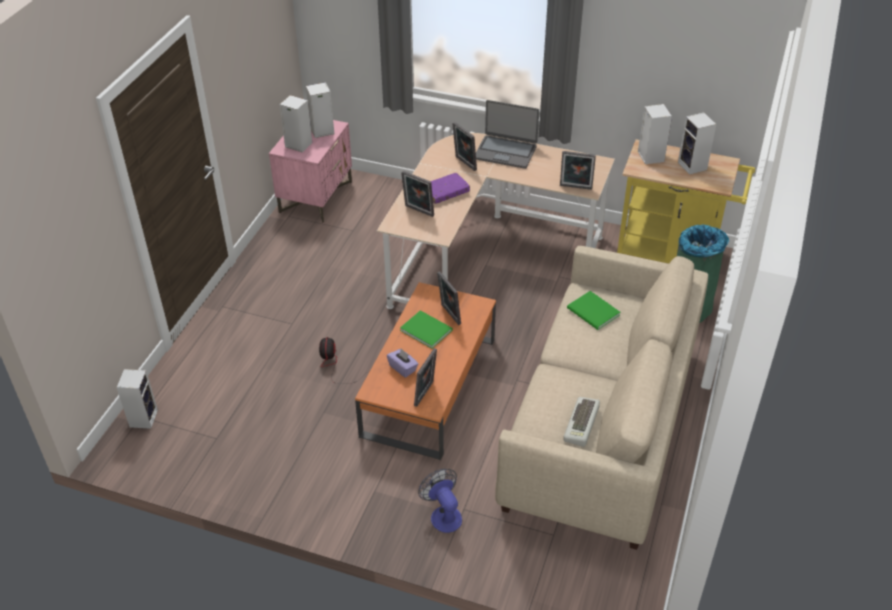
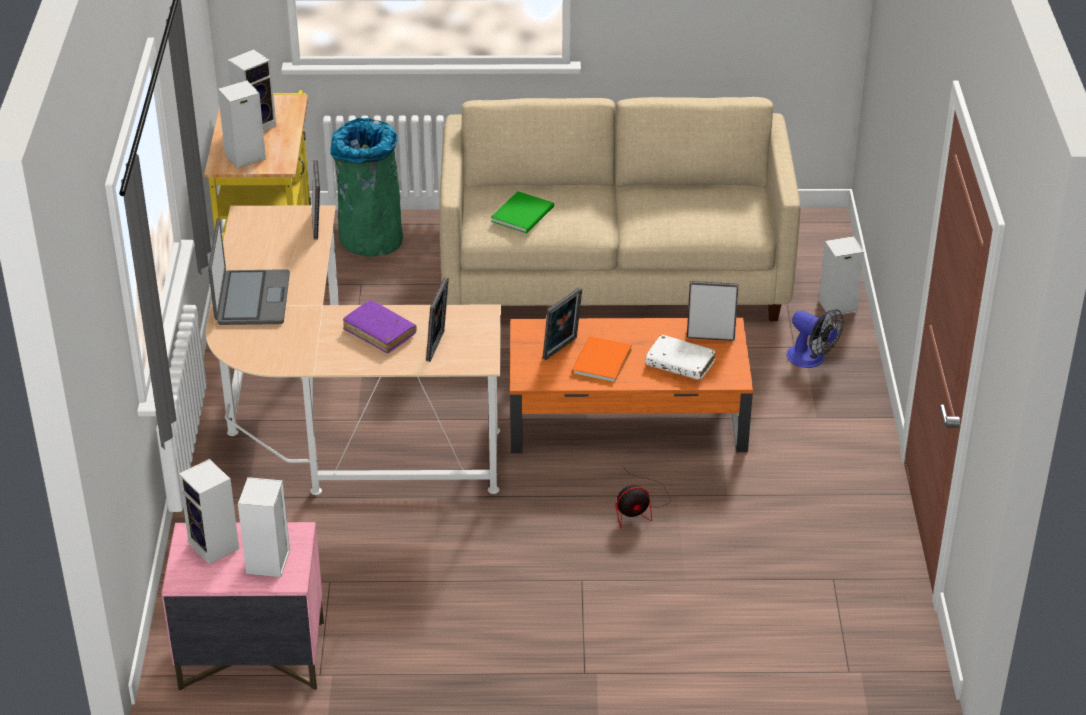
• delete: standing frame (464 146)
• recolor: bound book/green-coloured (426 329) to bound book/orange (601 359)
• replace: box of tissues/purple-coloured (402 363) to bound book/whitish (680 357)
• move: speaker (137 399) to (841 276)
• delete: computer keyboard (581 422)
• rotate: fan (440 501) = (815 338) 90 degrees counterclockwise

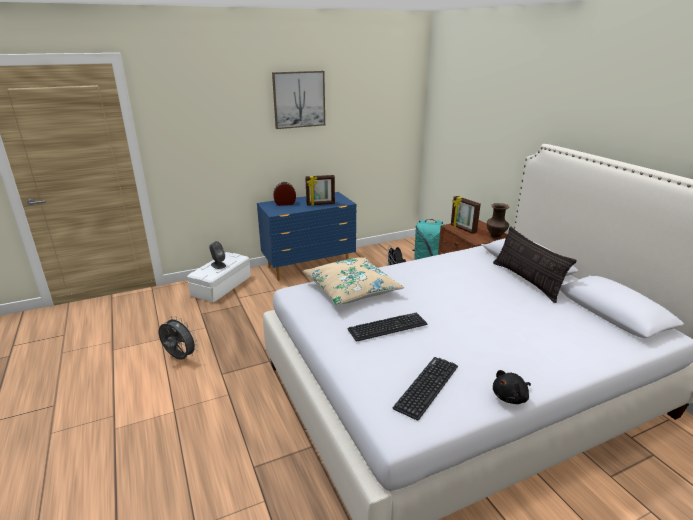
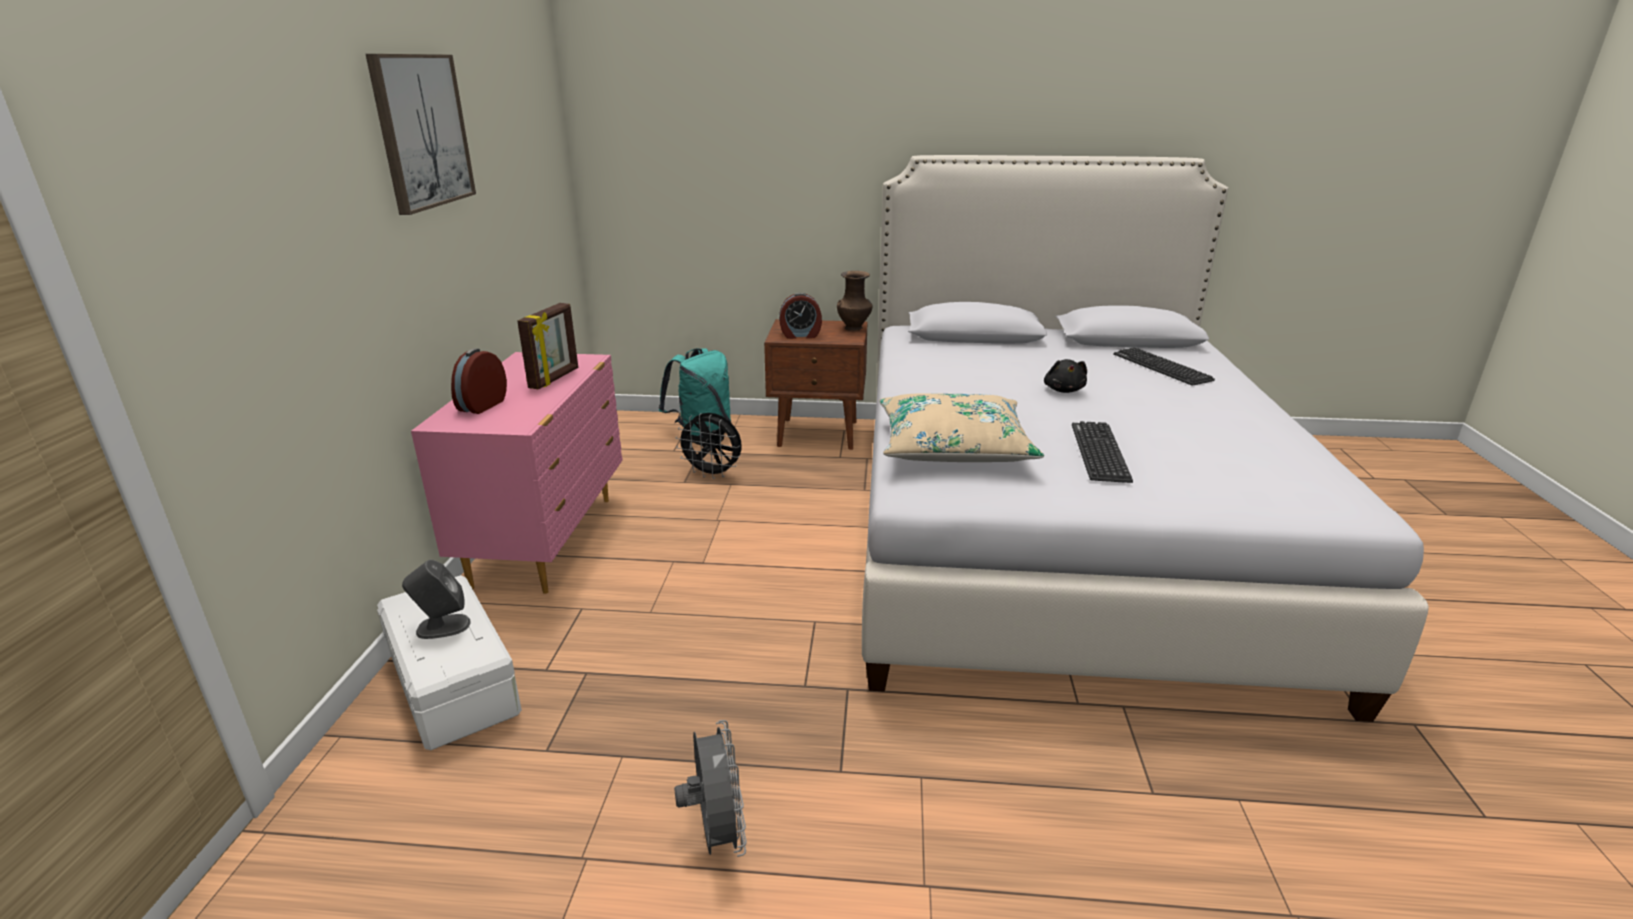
• recolor: drawer chest/blue-coloured (306 236) to drawer chest/pink-coloured (517 473)
• replace: standing frame (466 215) to table clock (800 316)
• delete: throw pillow (535 264)
• rotate: fan/grey (178 338) = (710 788) 105 degrees clockwise
• move: computer keyboard (425 389) to (1164 366)
• move: soft toy/blackish (512 387) to (1065 376)

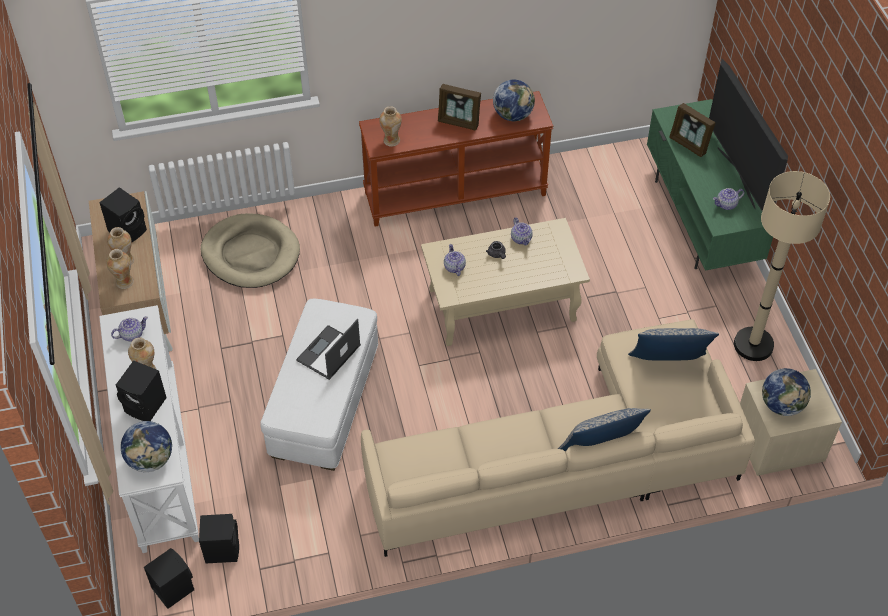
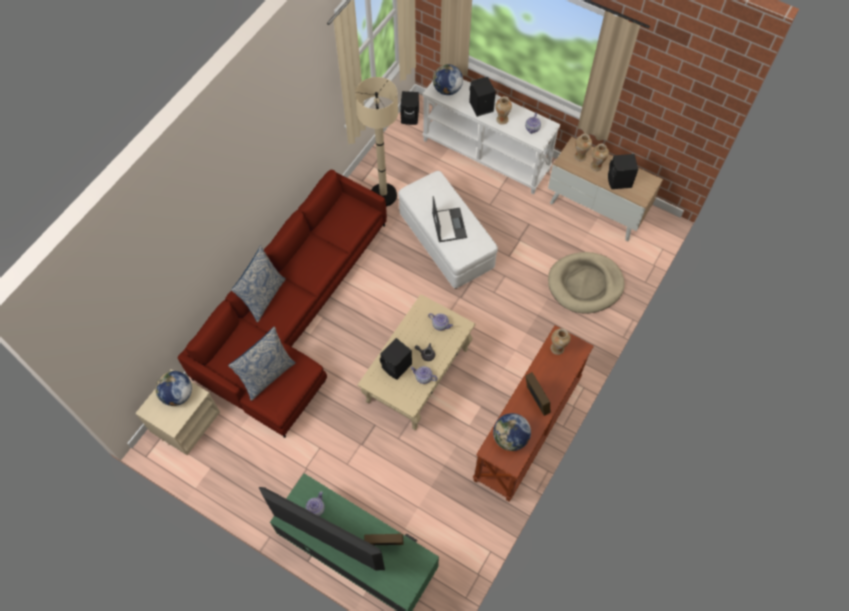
• rotate: standing frame (459 107) = (538 394) 90 degrees clockwise
• move: standard lamp/beige-coloured (782 266) to (376 141)
• recolor: couch/beige-coloured (558 438) to couch/red-coloured (282 303)
• move: speaker/blackish (219 538) to (396 359)

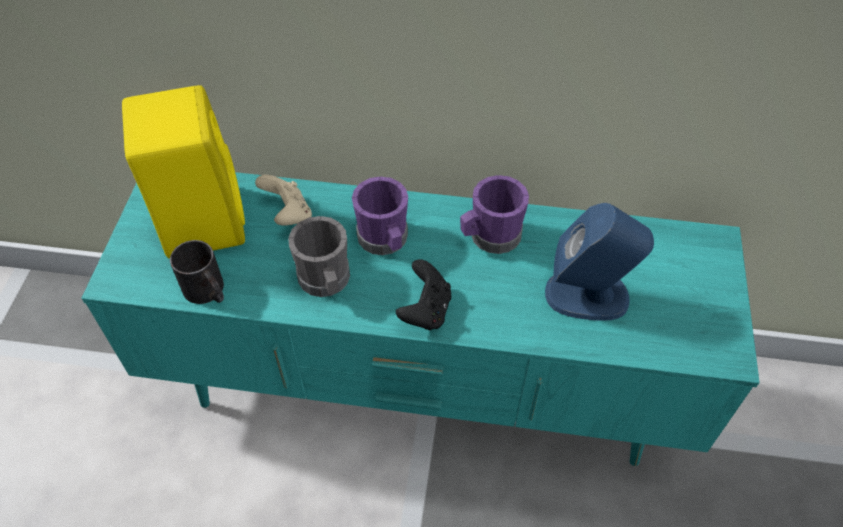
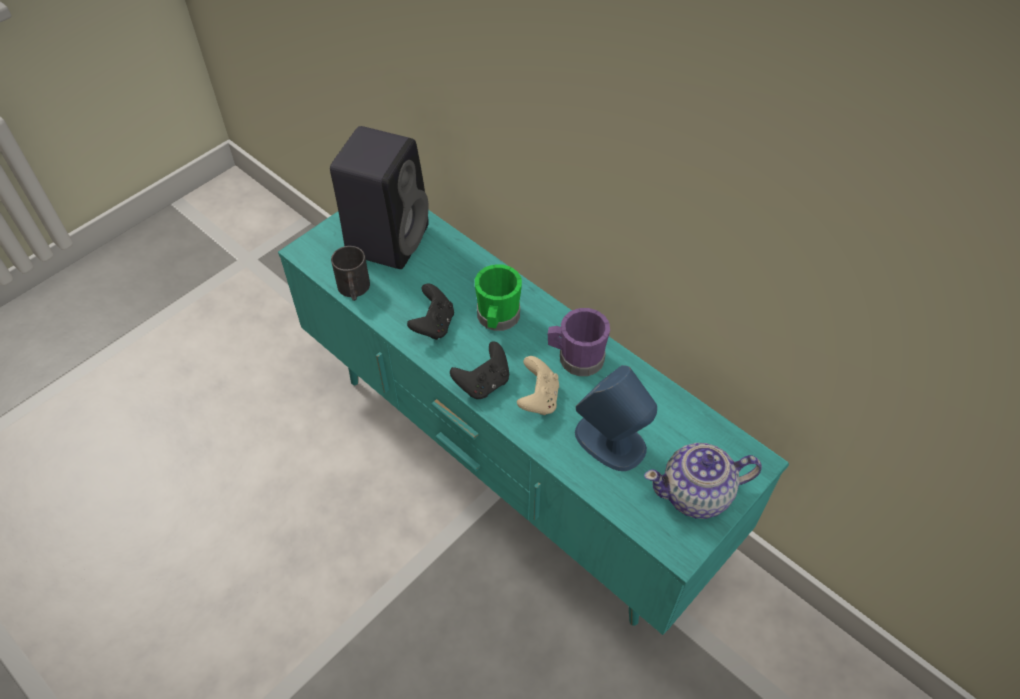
• recolor: speaker/yellow (183 172) to speaker/blackish (379 197)
• move: gamepad/beige-coloured (283 200) to (538 385)
• recolor: tea mug/purple-coloured (380 216) to tea mug/green-coloured (498 297)
• replace: tea mug/grey (319 256) to gamepad/blackish (430 312)
• insert: teapot (703 481)

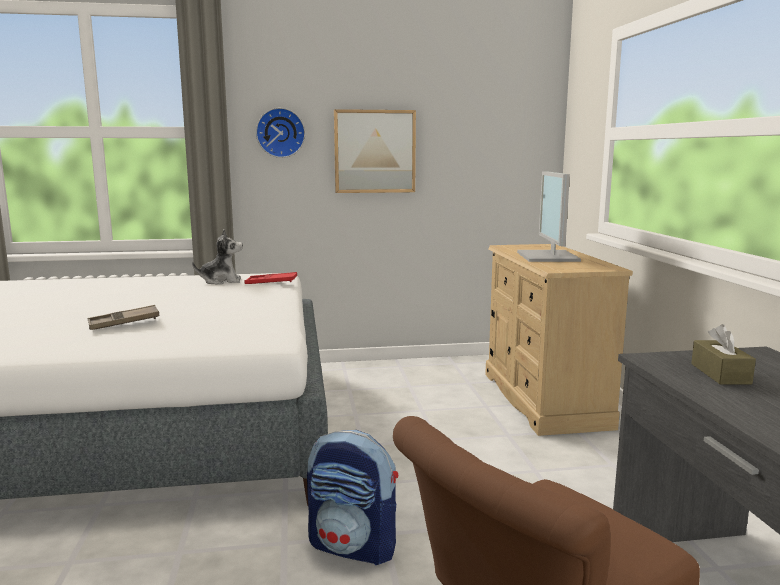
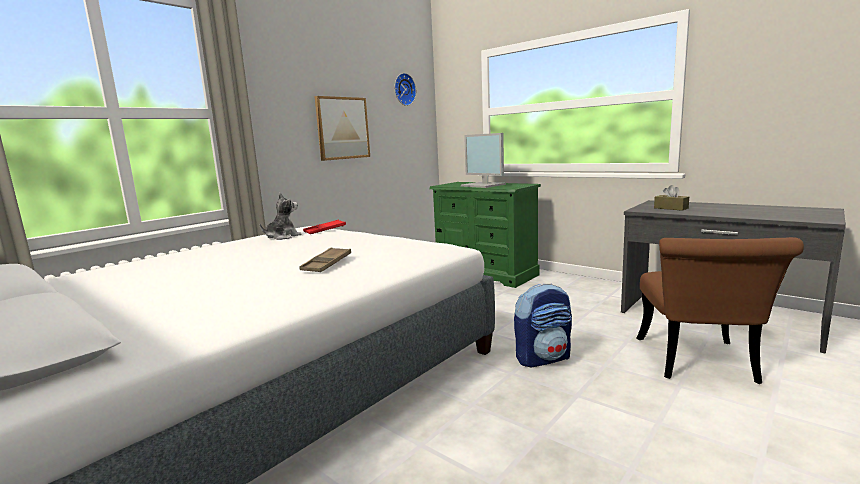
• move: clock on the wall (280 133) to (405 89)
• recolor: drawer chest/beige-coloured (559 340) to drawer chest/green-coloured (485 235)

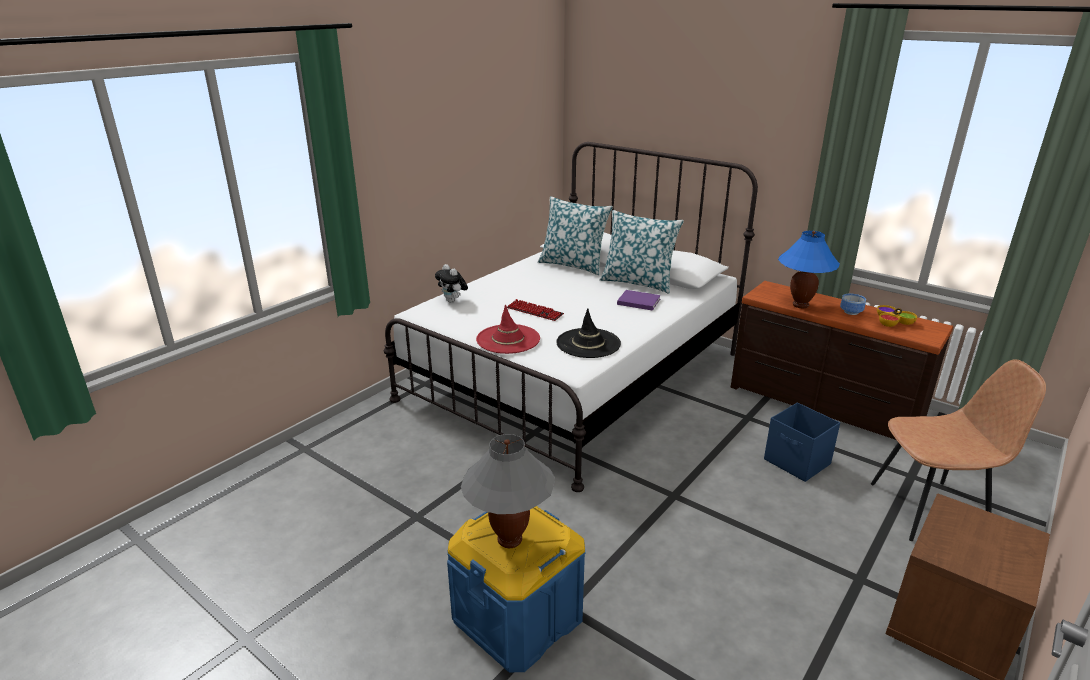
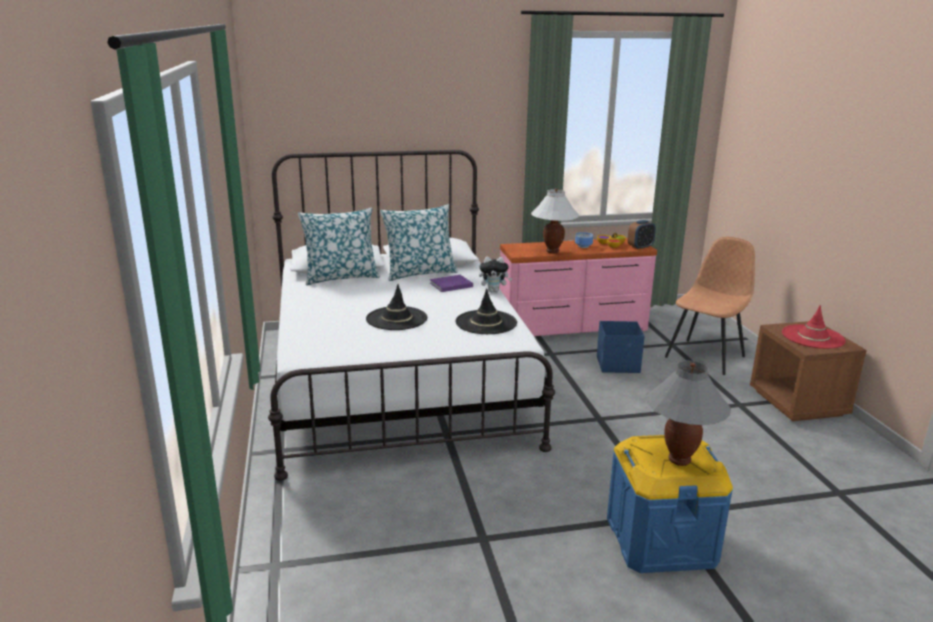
• recolor: lamp for a table/blue-coloured (809 269) to lamp for a table/whitish (555 221)
• move: soft toy (451 283) to (495 274)
• recolor: drawer chest/brown (842 360) to drawer chest/pink-coloured (578 287)
• replace: computer keyboard (535 310) to hat/blackish (396 307)
• move: hat/red-coloured (508 329) to (814 327)
• insert: table clock (642 235)

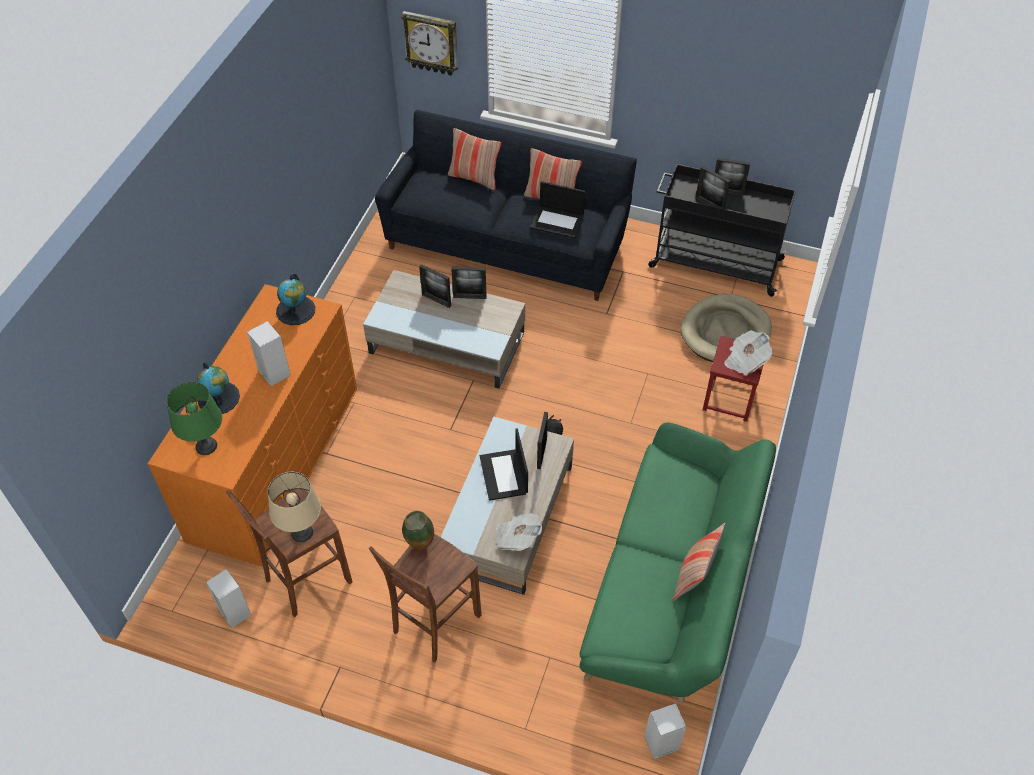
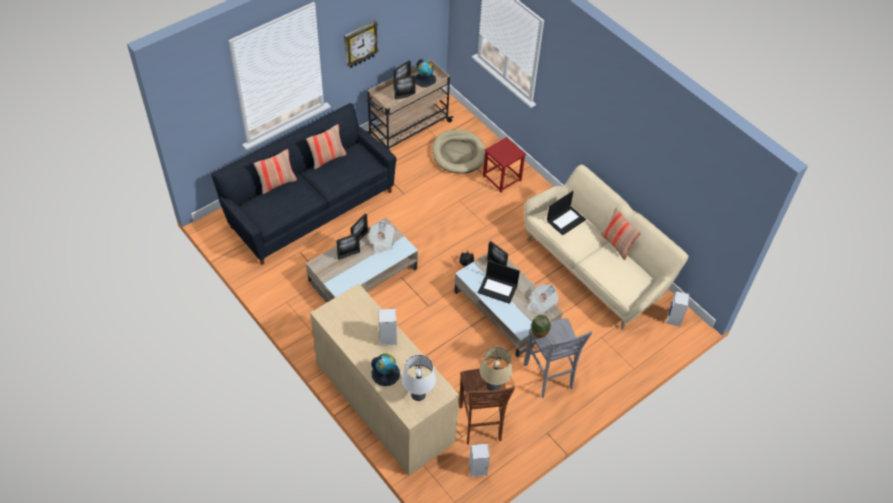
• move: clock on the wall (429 43) to (361 44)
• recolor: trolley/blackish (722 230) to trolley/beige-coloured (409 104)
• move: notebook computer (557 209) to (566 213)
• move: globe (295 299) to (426 73)
• recolor: drawer chest/orange (252 425) to drawer chest/beige-coloured (385 379)
• move: daily paper (748 353) to (382 237)
• recolor: lamp for a table/green-coloured (194 418) to lamp for a table/whitish (419 378)
• recolor: couch/green-coloured (677 563) to couch/beige-coloured (606 247)
• recolor: stool/brown (425 598) to stool/grey (558 358)

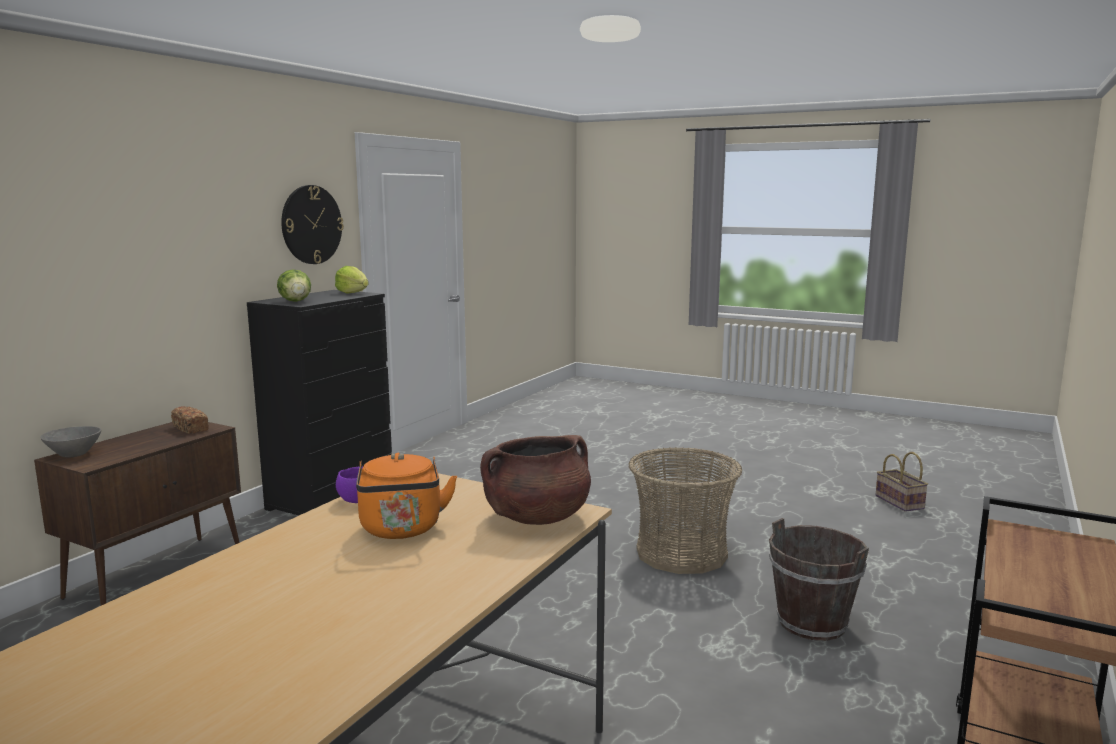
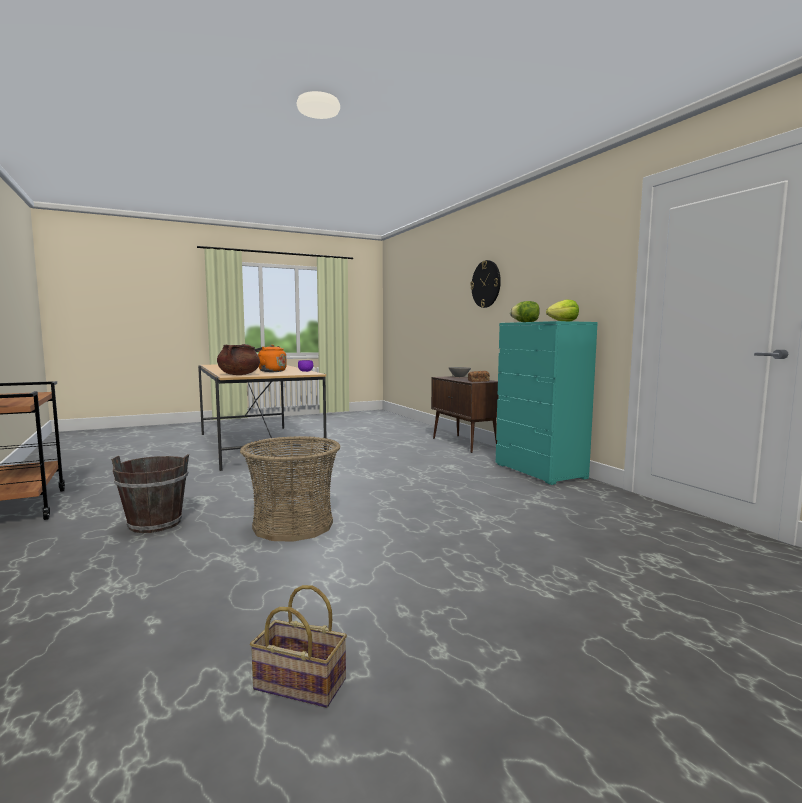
• move: clock on the wall (312 224) to (485 284)
• recolor: drawer chest/blackish (319 402) to drawer chest/turquoise (547 403)
• move: storage basket (902 482) to (298 646)

